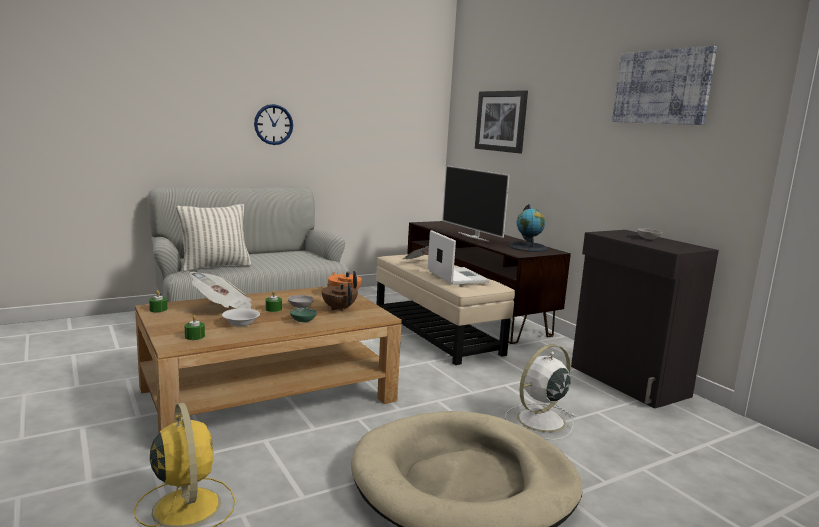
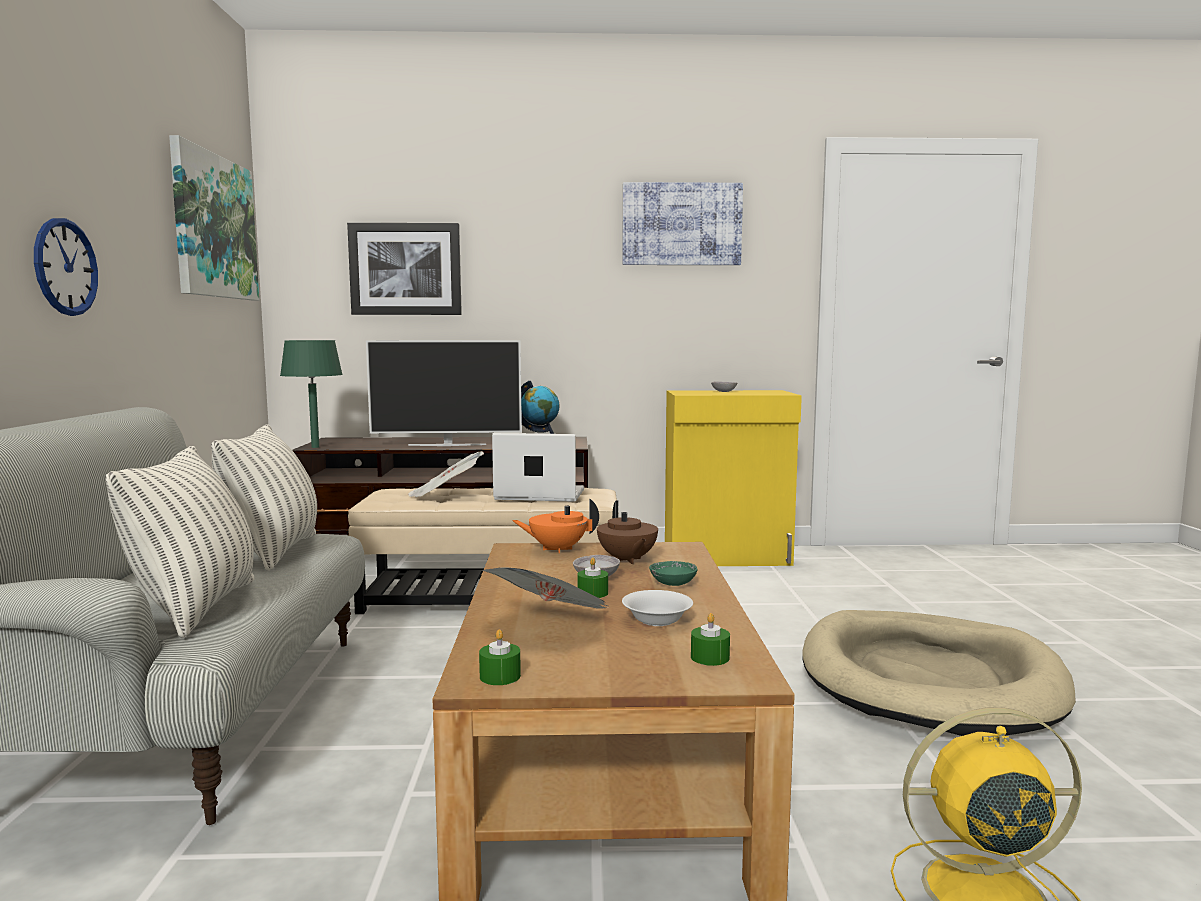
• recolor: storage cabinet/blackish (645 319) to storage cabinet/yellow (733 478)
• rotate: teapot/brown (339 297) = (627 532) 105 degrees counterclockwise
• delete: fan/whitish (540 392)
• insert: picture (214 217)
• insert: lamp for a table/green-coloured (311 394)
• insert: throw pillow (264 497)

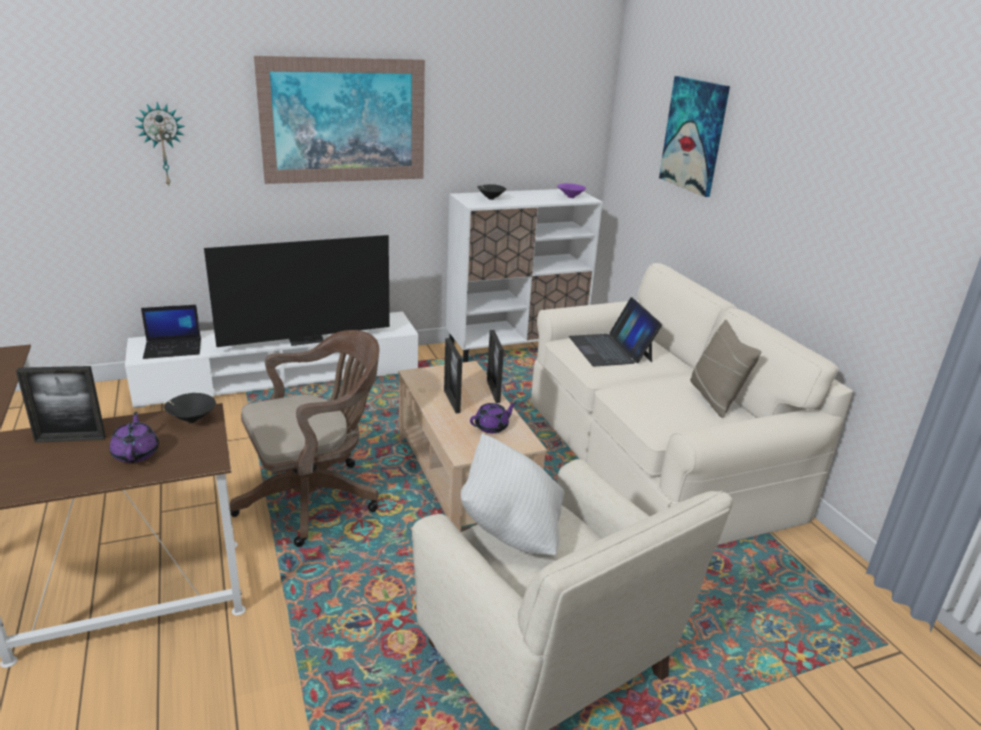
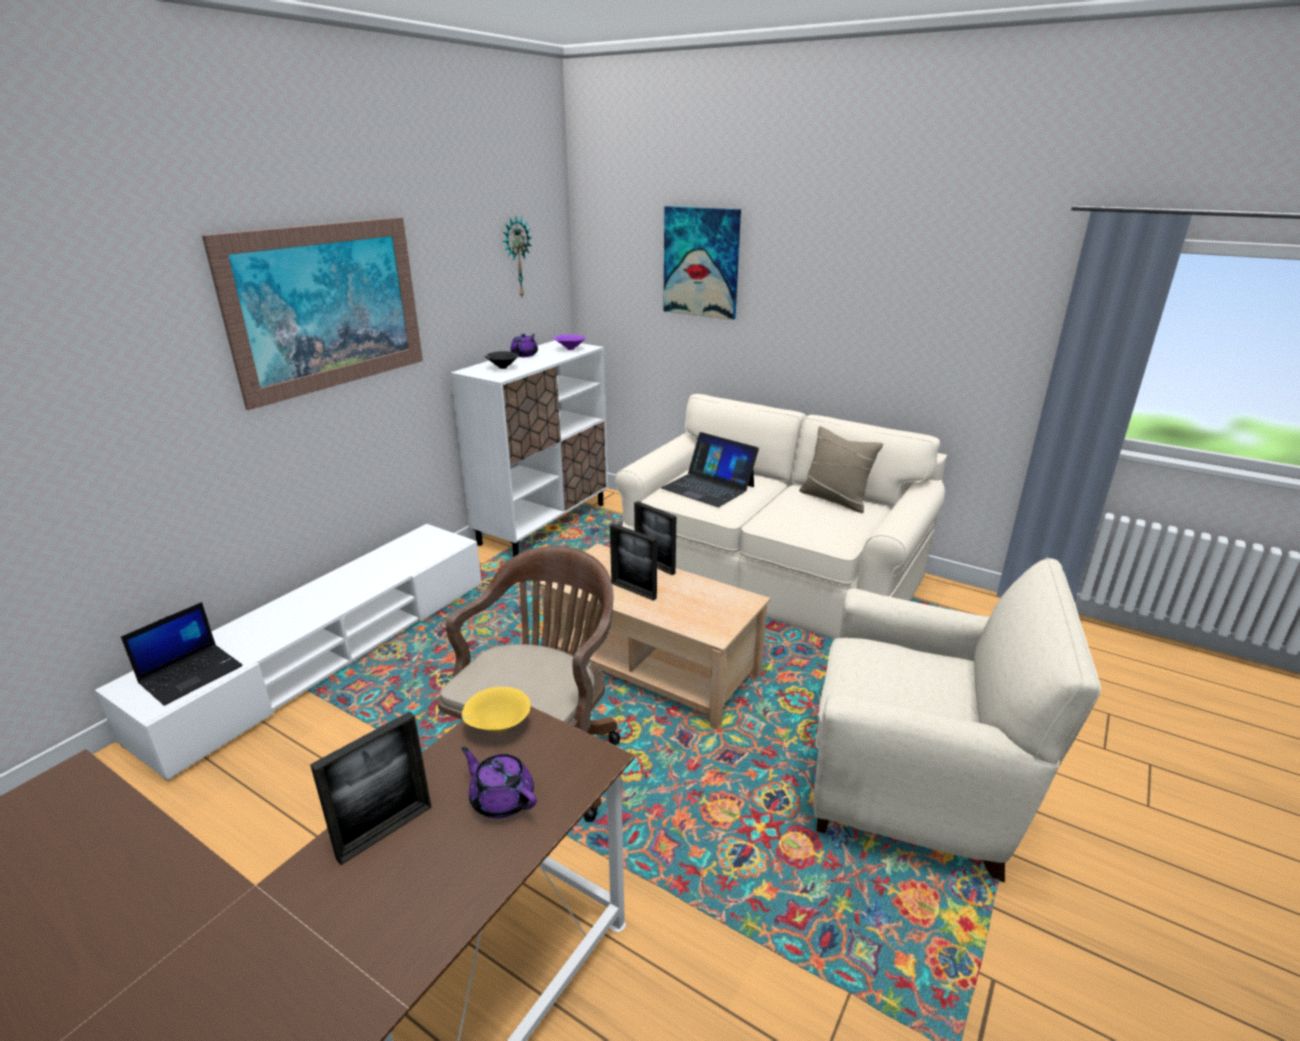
• move: clock on the wall (160 144) to (517 256)
• delete: TV (297 291)
• recolor: serving bowl/blackish (190 408) to serving bowl/yellow (496 709)
• move: teapot/purple-coloured (493 417) to (524 345)
• delete: throw pillow/whitish (512 494)

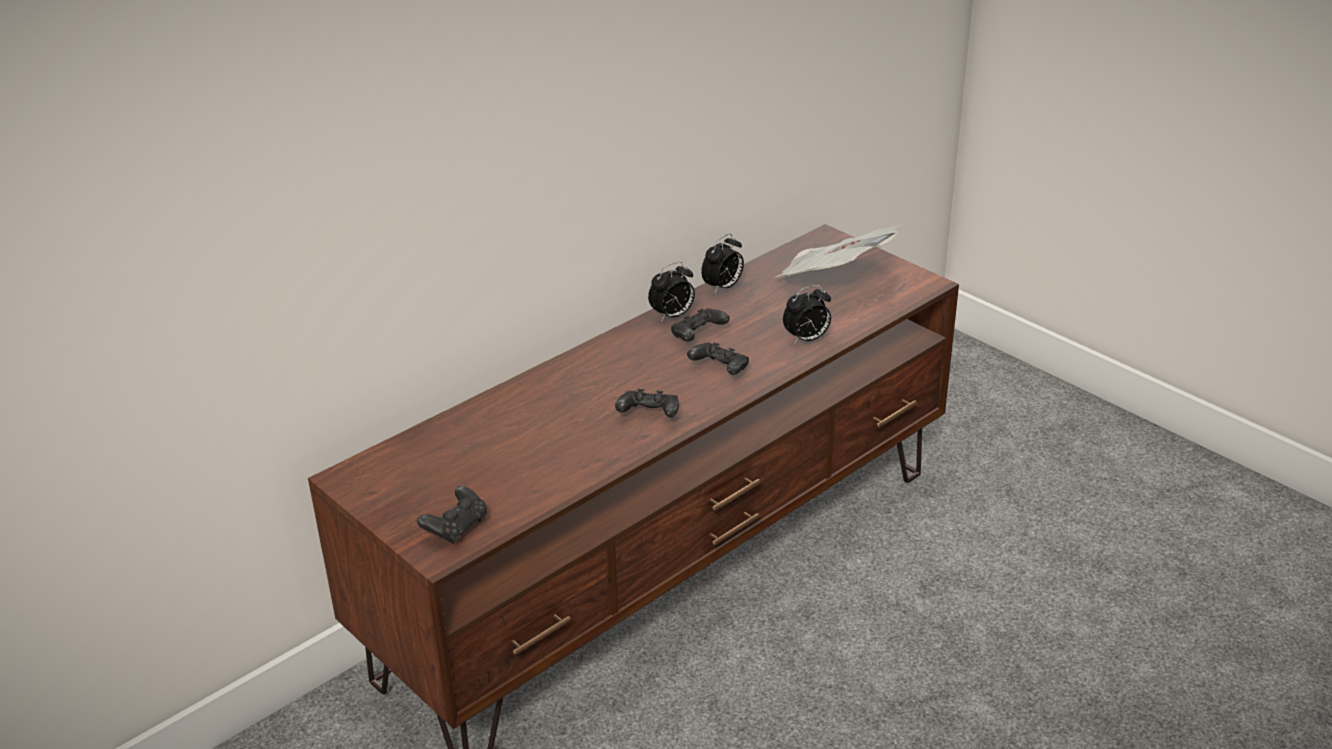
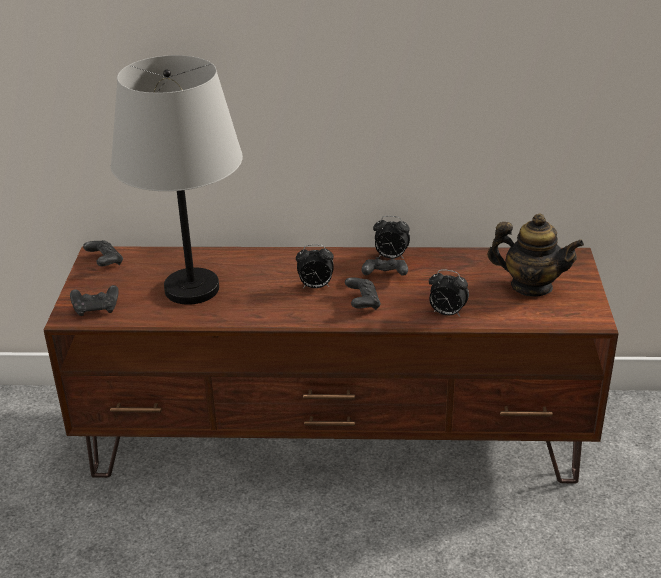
• replace: daily paper (837 251) to teapot (535 255)
• move: table clock (722 264) to (315 266)
• move: gamepad/blackish (647 403) to (103 253)
• insert: lamp for a table/grey (177 180)

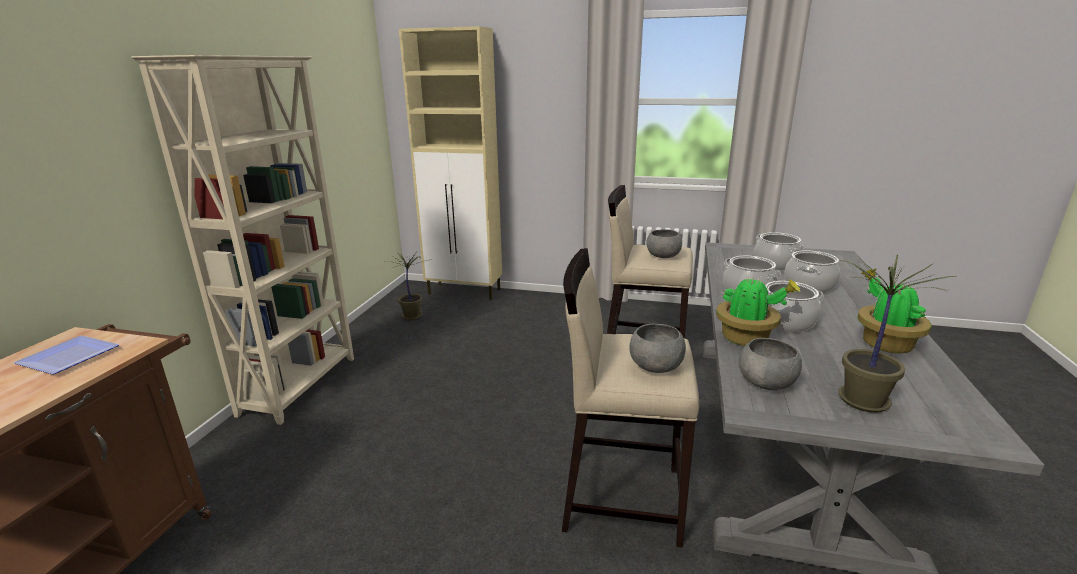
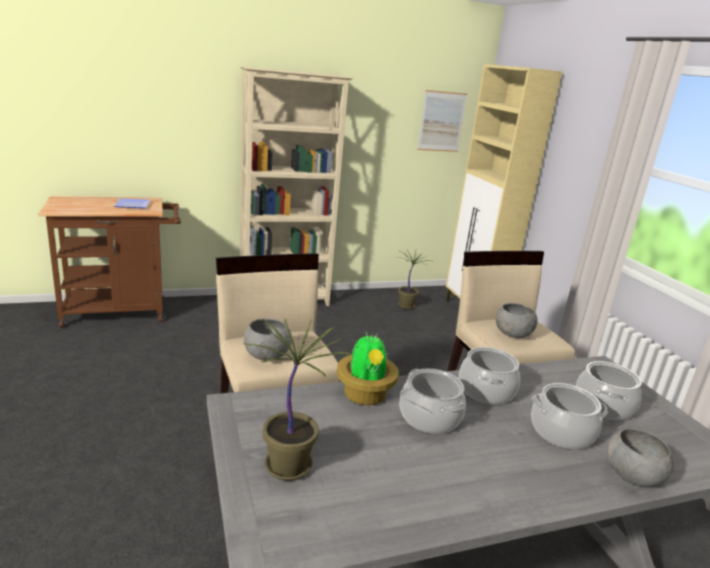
• delete: houseplant (894 311)
• move: serving bowl/grey (770 364) to (640 457)
• insert: picture (442 121)

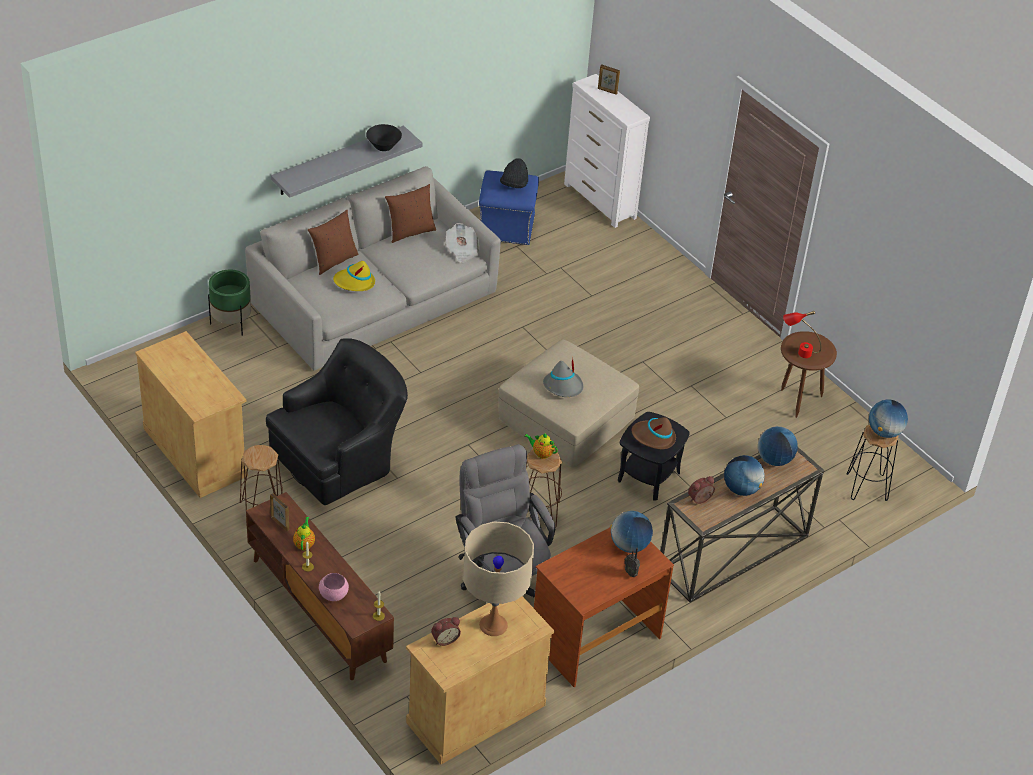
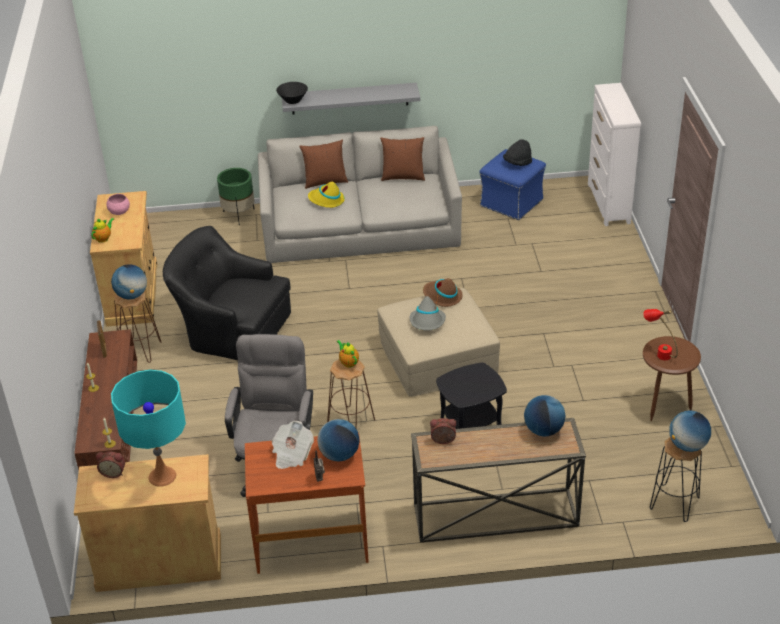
• delete: standing frame (609 79)
• move: serving bowl/blackish (384 137) to (292 93)
• move: daily paper (462 243) to (293 445)
• rotate: easy chair/blackish (337 421) = (227 293) 150 degrees counterclockwise
• move: hat/brown (654 433) to (443 292)
• move: globe (744 475) to (129 281)
• move: teapot (304 534) to (102 230)
• recolor: lamp for a table/beige-coloured (498 578) to lamp for a table/turquoise (148 428)
• move: serving bowl/pink-coloured (334 587) to (118 204)

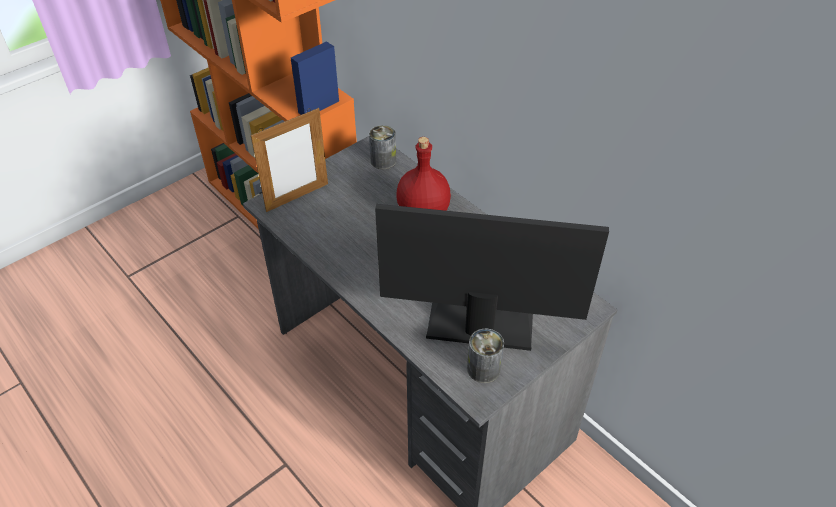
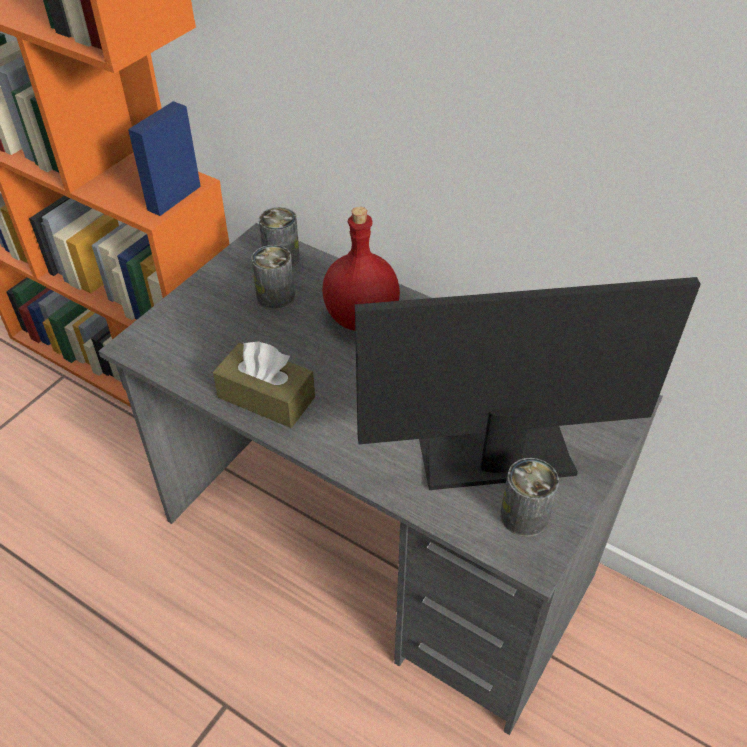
• delete: standing frame (289 160)
• insert: metal can (273 277)
• insert: box of tissues/brown (264 384)

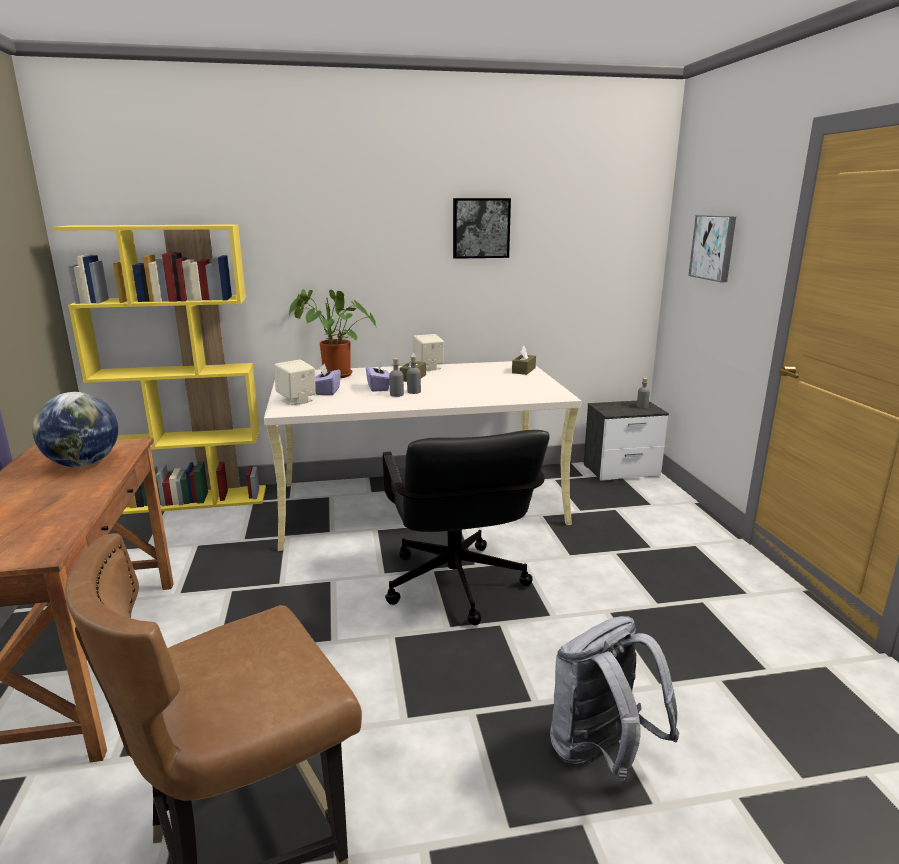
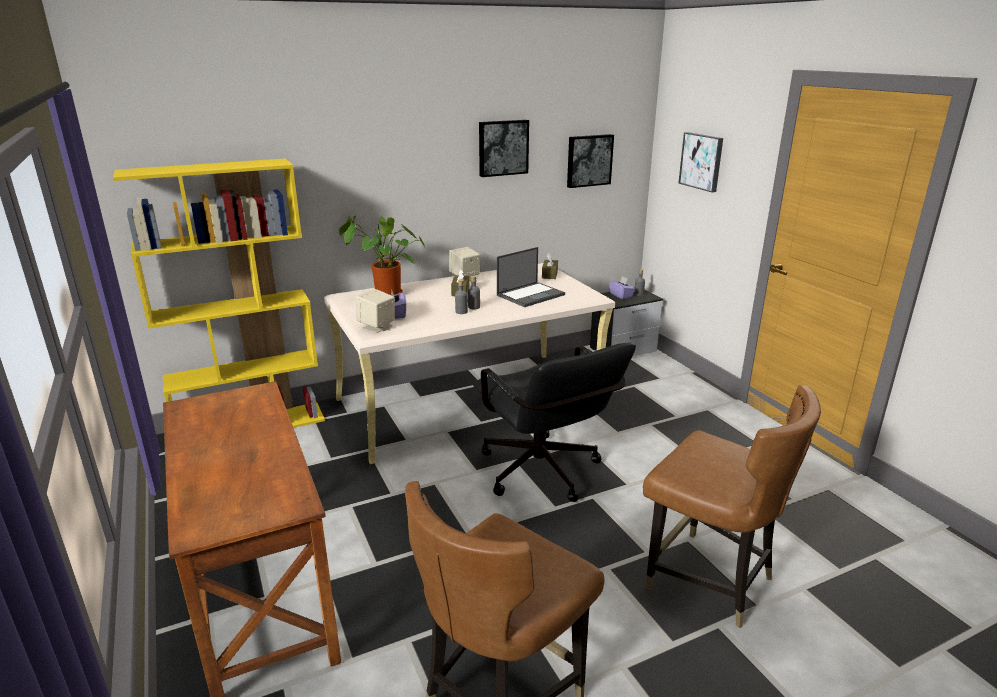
• move: box of tissues/purple-coloured (378 377) to (622 287)
• delete: globe (75 429)
• replace: backpack/grey (614 698) to plain chair/brown (732 506)
• insert: picture (590 161)
• insert: notebook computer (531 277)

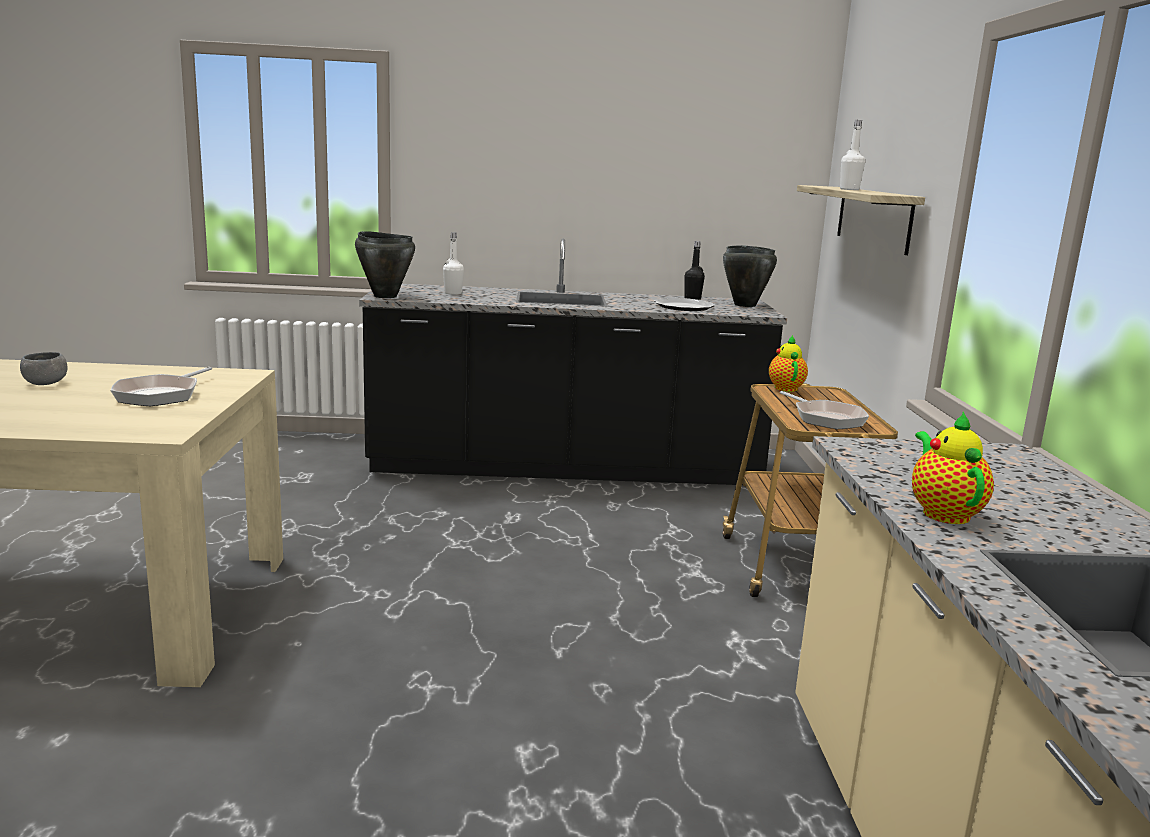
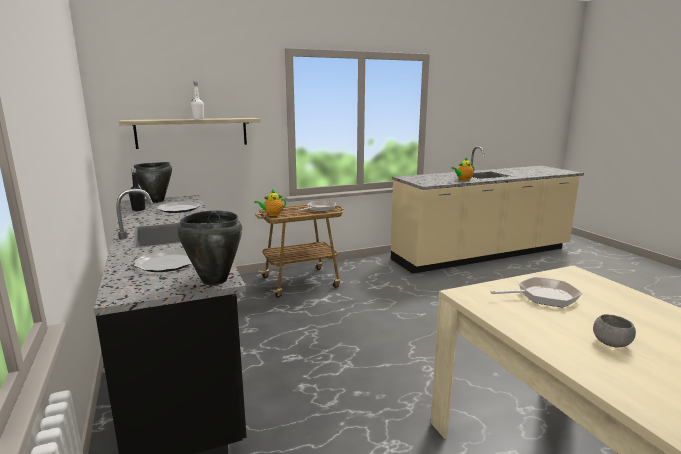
• replace: bottle/whitish (453 264) to plate (163 260)

